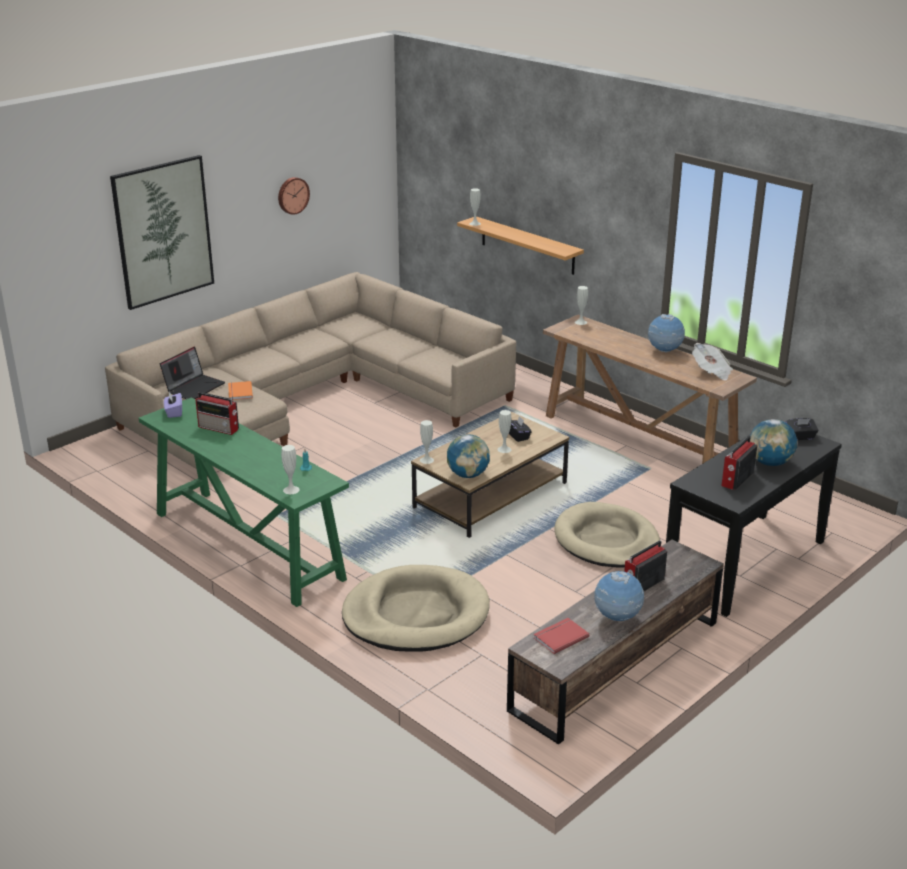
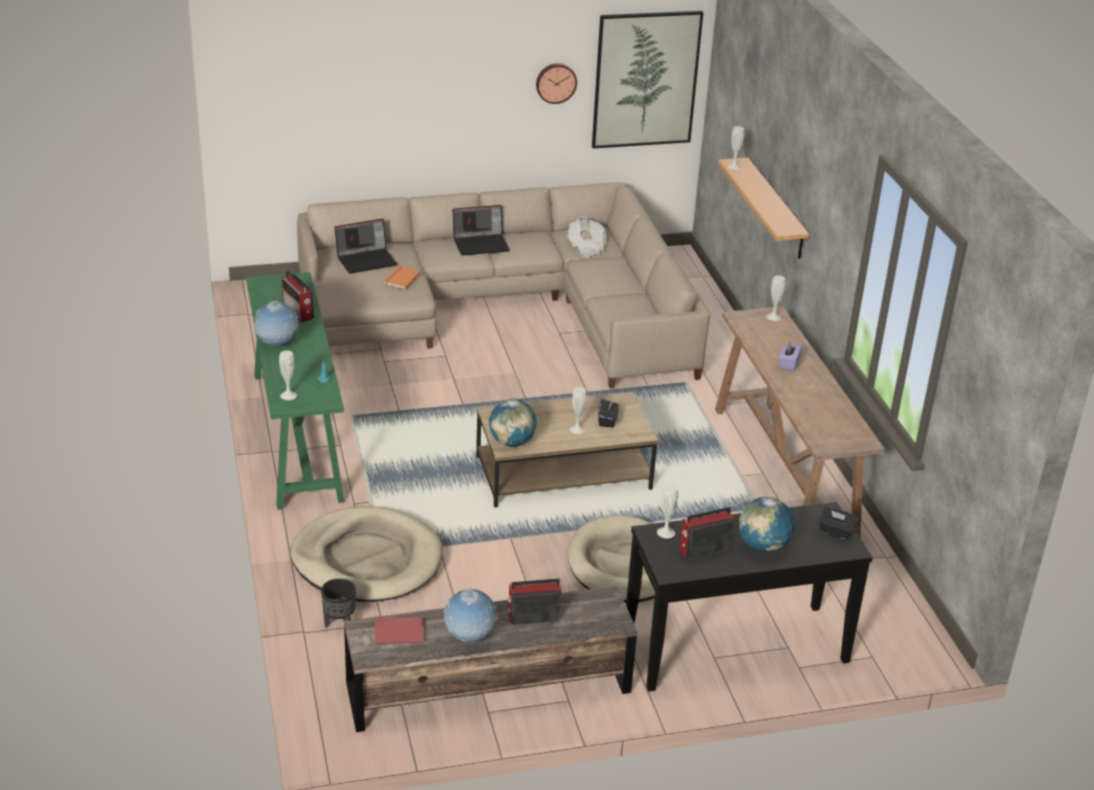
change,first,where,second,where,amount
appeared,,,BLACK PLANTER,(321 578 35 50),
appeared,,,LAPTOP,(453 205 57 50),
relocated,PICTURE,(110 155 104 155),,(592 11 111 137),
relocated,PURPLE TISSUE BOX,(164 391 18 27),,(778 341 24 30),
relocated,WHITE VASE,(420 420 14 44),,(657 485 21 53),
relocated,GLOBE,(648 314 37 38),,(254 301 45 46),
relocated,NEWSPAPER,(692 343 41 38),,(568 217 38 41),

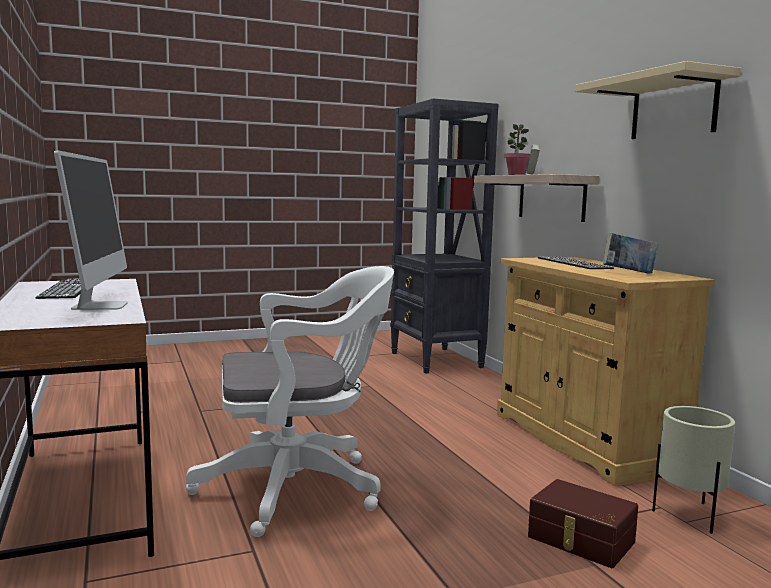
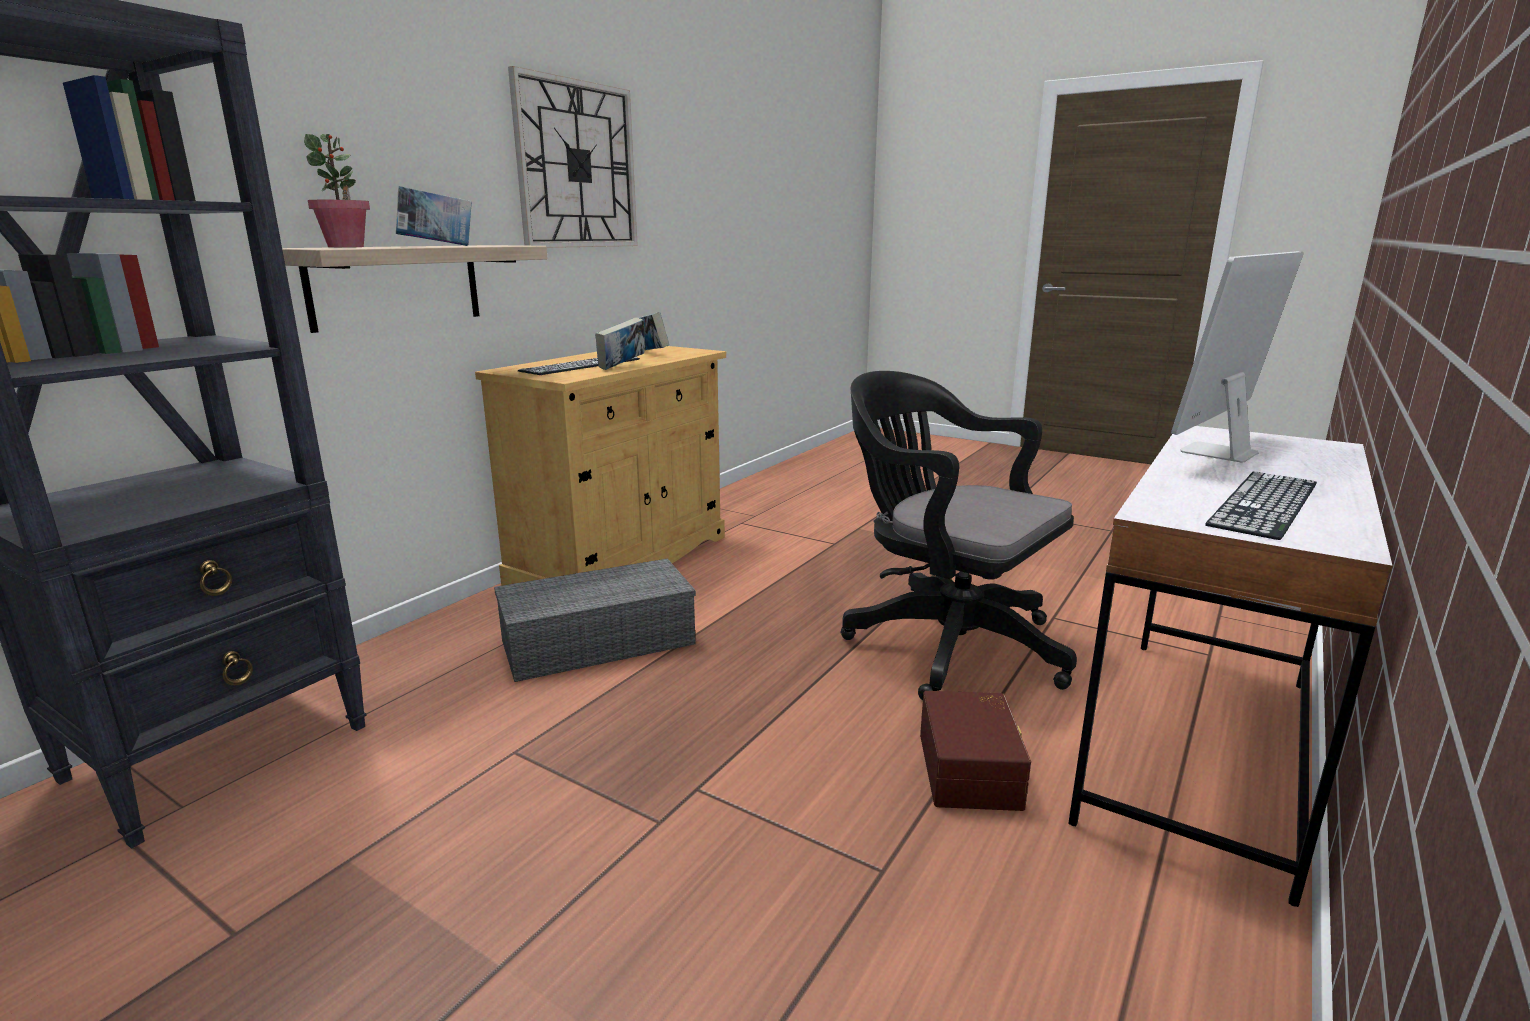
change,first,where,second,where,amount
missing,BEIGE PLANTER,(652 406 83 128),,,
appeared,,,GREY STORAGE BOX,(494 558 202 124),
appeared,,,BOOK,(595 317 50 53),
relocated,BROWN STORAGE BOX,(528 479 110 89),,(920 691 111 120),
exchanged,BEIGE SHELF,(575 61 166 78),WALL CLOCK,(508 66 130 182),
colour,WHITE OFFICE CHAIR,(186 266 208 271),BLACK OFFICE CHAIR,(840 371 237 329),

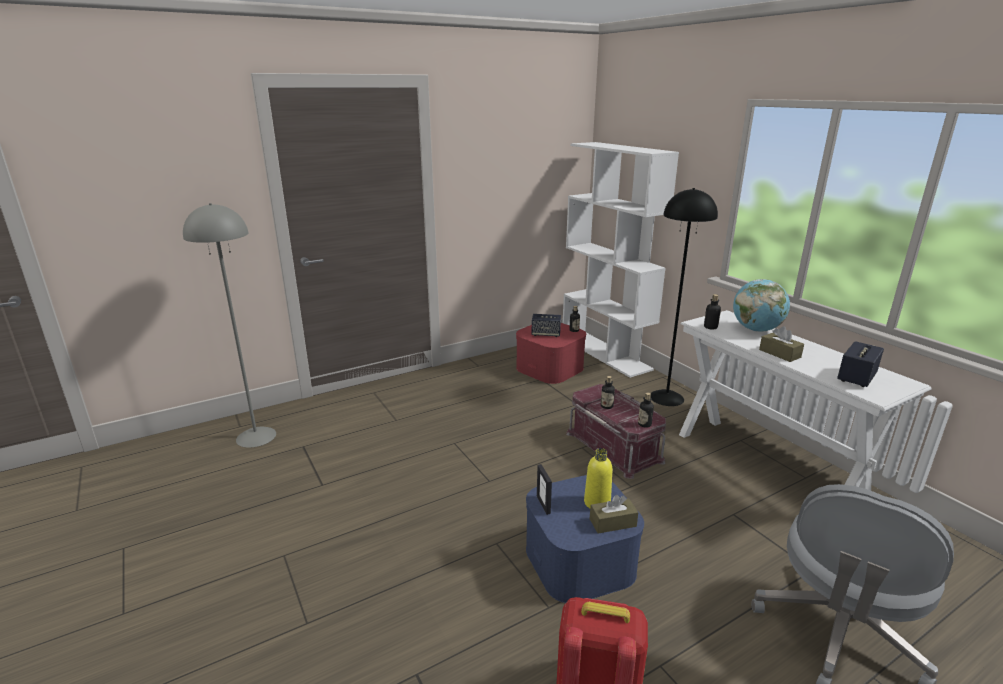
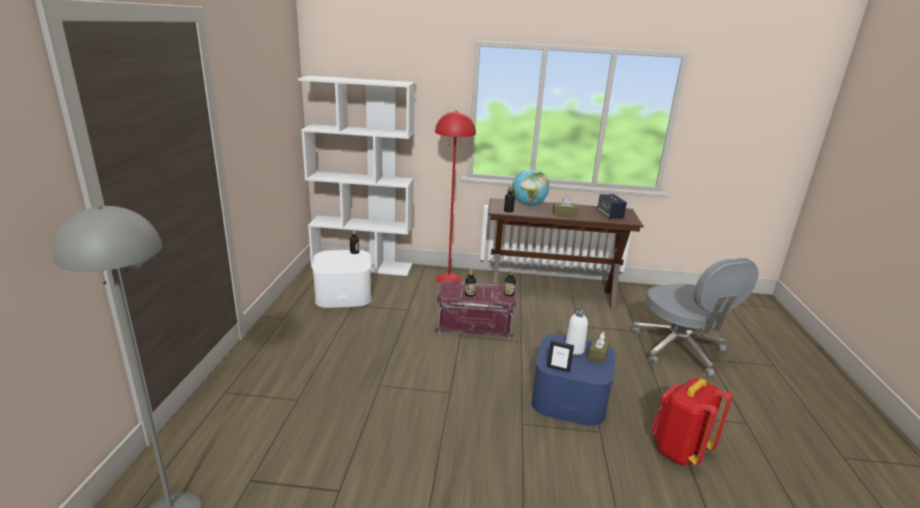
change,first,where,second,where,amount
missing,SPEAKER,(531 314 30 23),,,
colour,RED STORAGE BOX,(516 323 70 61),WHITE STORAGE BOX,(312 250 59 58),
colour,YELLOW BOTTLE,(584 448 28 60),WHITE BOTTLE,(565 308 23 47),
colour,BLACK FLOOR LAMP,(651 188 67 218),RED FLOOR LAMP,(435 110 41 173),
colour,WHITE CONSOLE TABLE,(679 310 253 180),BROWN CONSOLE TABLE,(488 198 156 111),

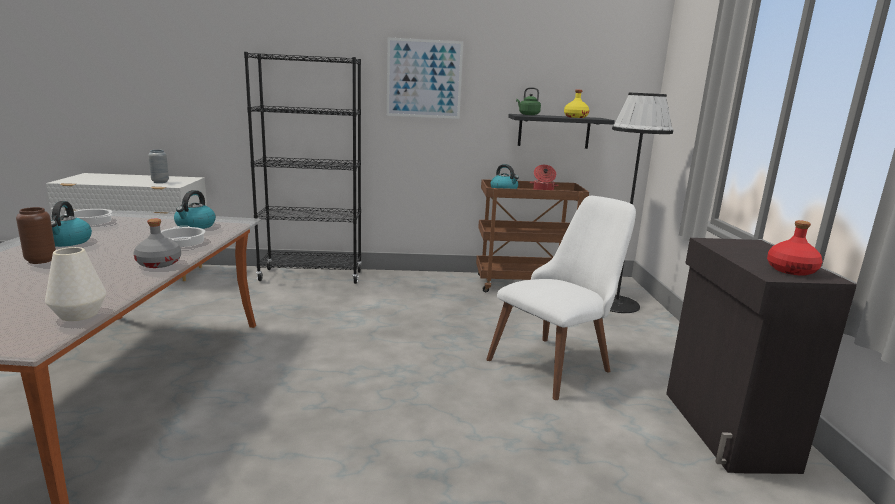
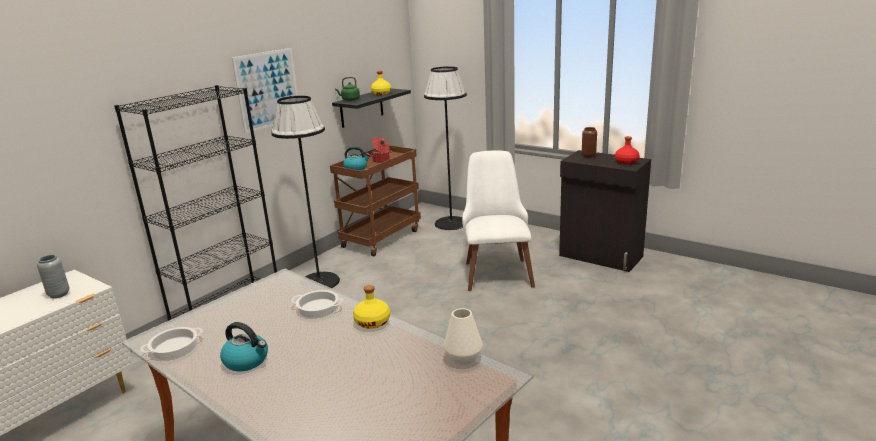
change,first,where,second,where,amount
missing,KETTLE,(174 190 42 39),,,
appeared,,,BLACK FLOOR LAMP,(271 96 69 192),
relocated,BROWN VASE,(16 207 40 57),,(582 127 15 31),
colour,GREY BOTTLE,(134 219 47 49),YELLOW BOTTLE,(353 285 37 44),

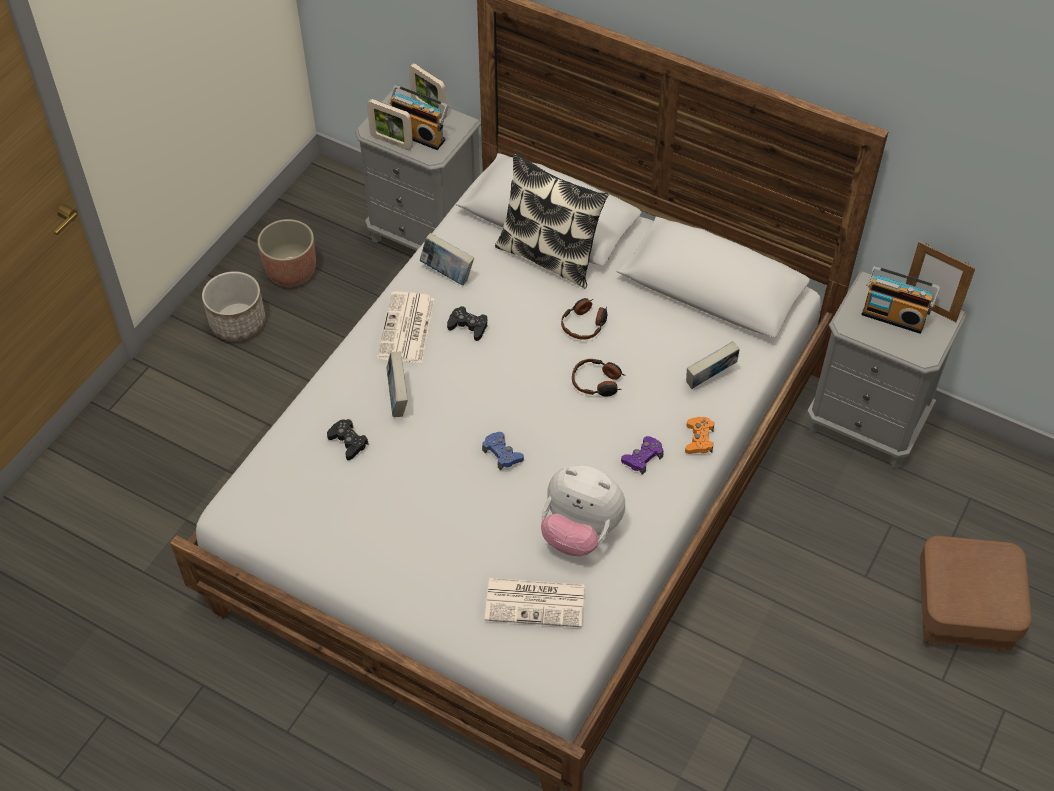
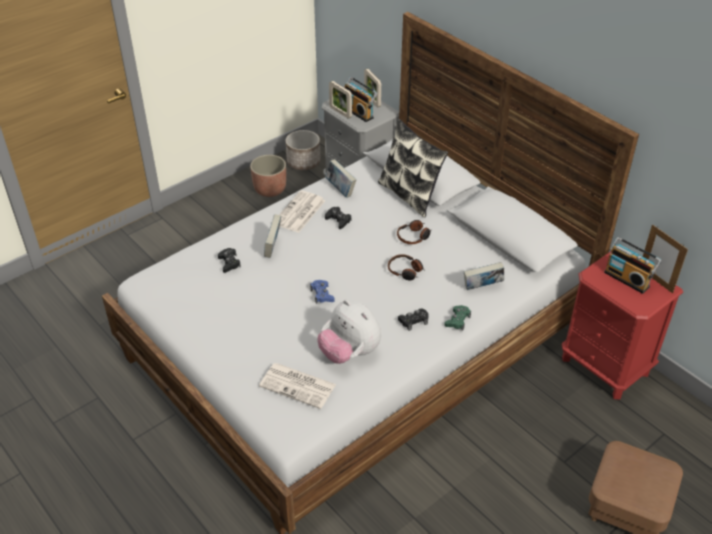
change,first,where,second,where,amount
relocated,PLANTER,(202 271 64 71),,(286 130 35 40),
colour,PURPLE GAME CONTROLLER,(621 436 43 39),BLACK GAME CONTROLLER,(398 308 31 23),
colour,ORANGE GAME CONTROLLER,(685 417 29 37),GREEN GAME CONTROLLER,(444 305 27 26),
colour,GREY NIGHTSTAND,(807 272 160 196),RED NIGHTSTAND,(562 251 121 149),

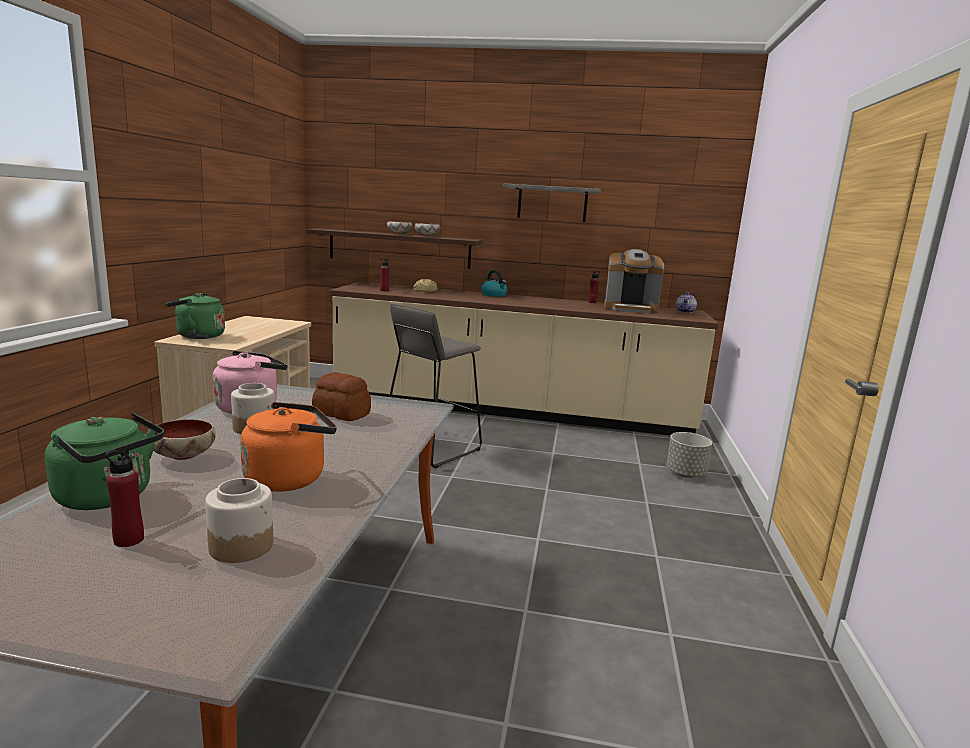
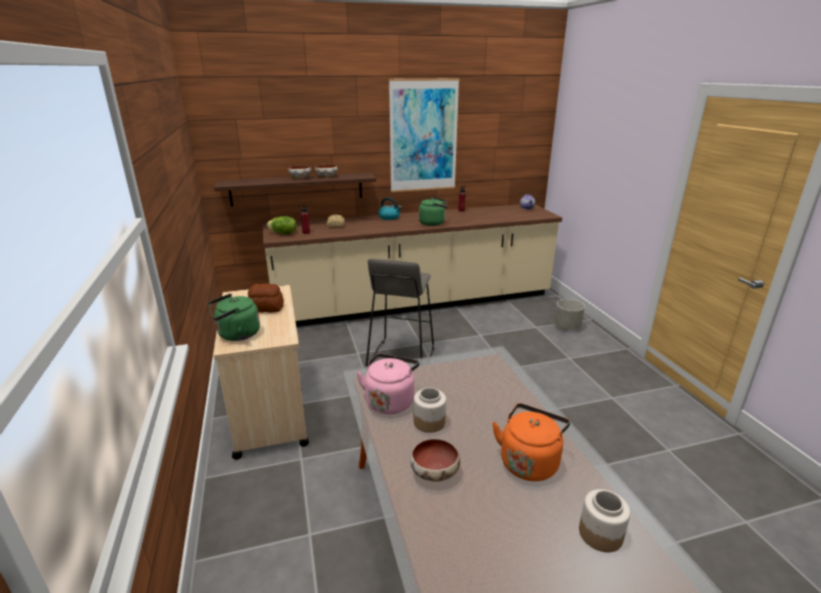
change,first,where,second,where,amount
missing,RED BOTTLE,(105 446 39 101),,,
missing,COFFEE MACHINE,(604 249 60 64),,,
appeared,,,LETTUCE,(267 216 30 18),
relocated,GREEN KETTLE,(45 412 119 98),,(419 197 29 29),
relocated,BREAD,(312 372 59 49),,(248 283 36 30),
exchanged,GREY SHELF,(503 183 98 39),PICTURE,(389 78 71 114),

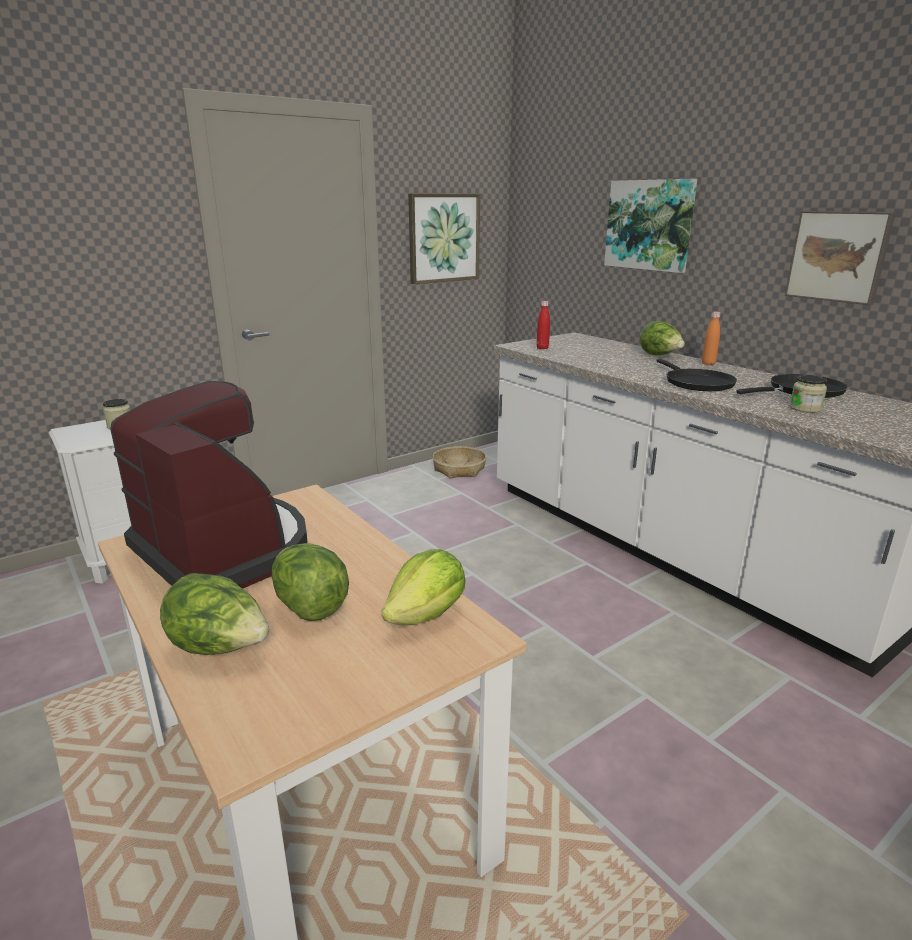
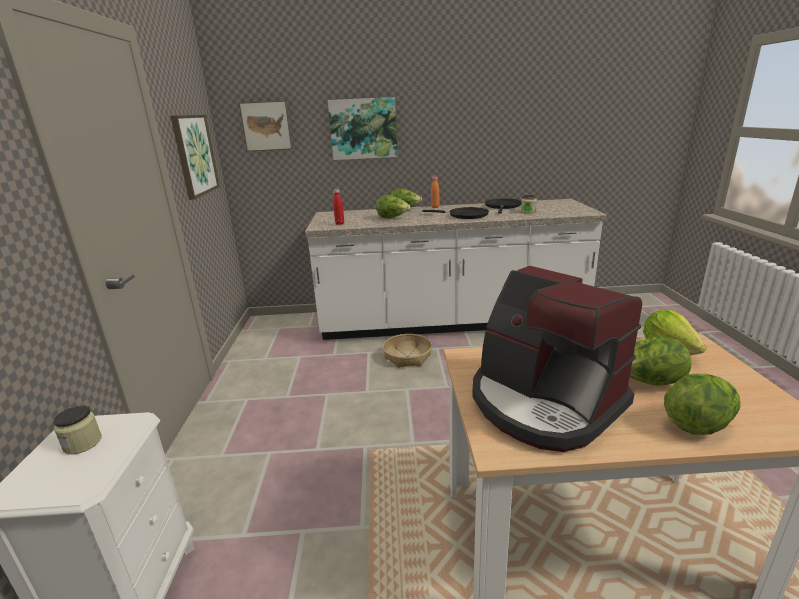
change,first,where,second,where,amount
appeared,,,LETTUCE,(376 195 34 24),
relocated,BASKET,(433 446 54 32),,(383 334 49 34),
relocated,PICTURE,(785 211 111 94),,(239 100 54 51),
spun,COFFEE MACHINE,(110 381 197 208),,(472 266 170 186),120 degrees counterclockwise

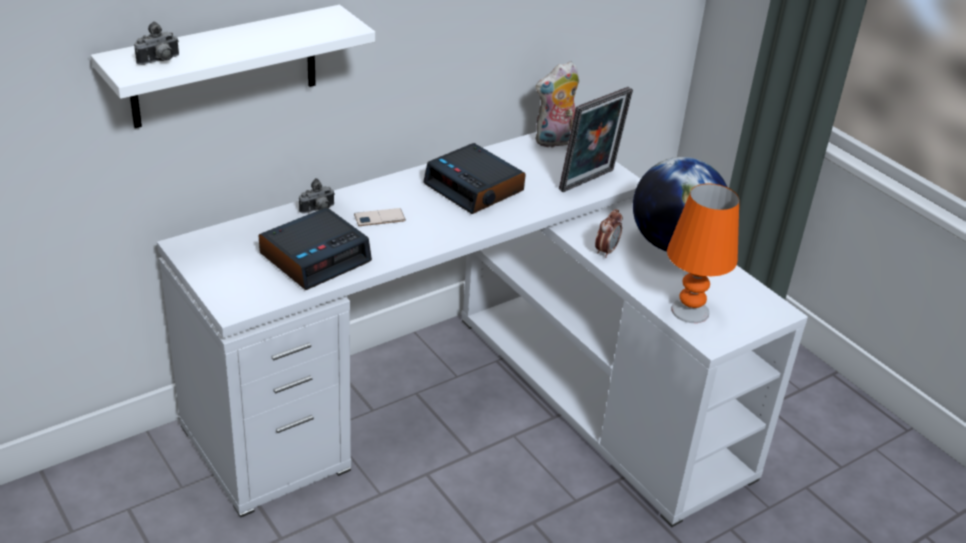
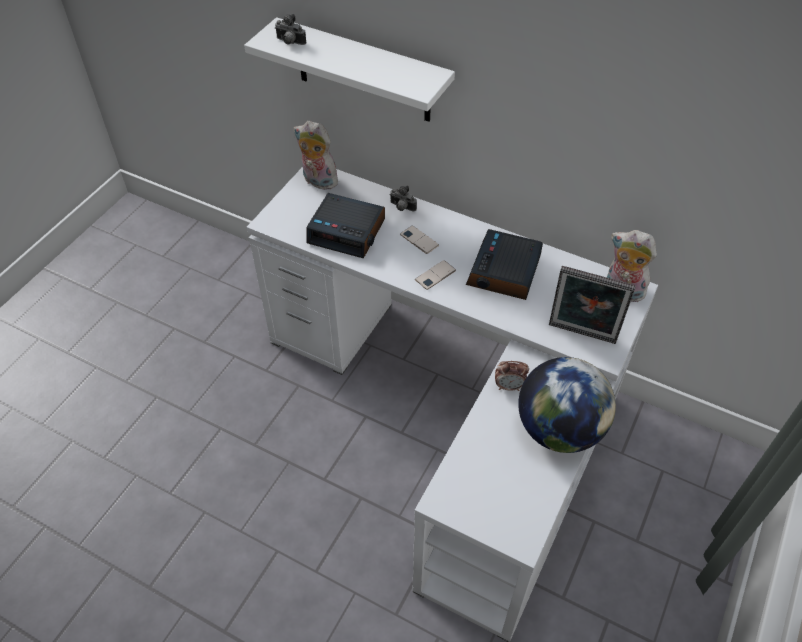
change,first,where,second,where,amount
missing,ORANGE TABLE LAMP,(667 183 72 140),,,
appeared,,,PLUSH TOY,(294 121 44 69),
appeared,,,PHONE,(415 260 41 30),

